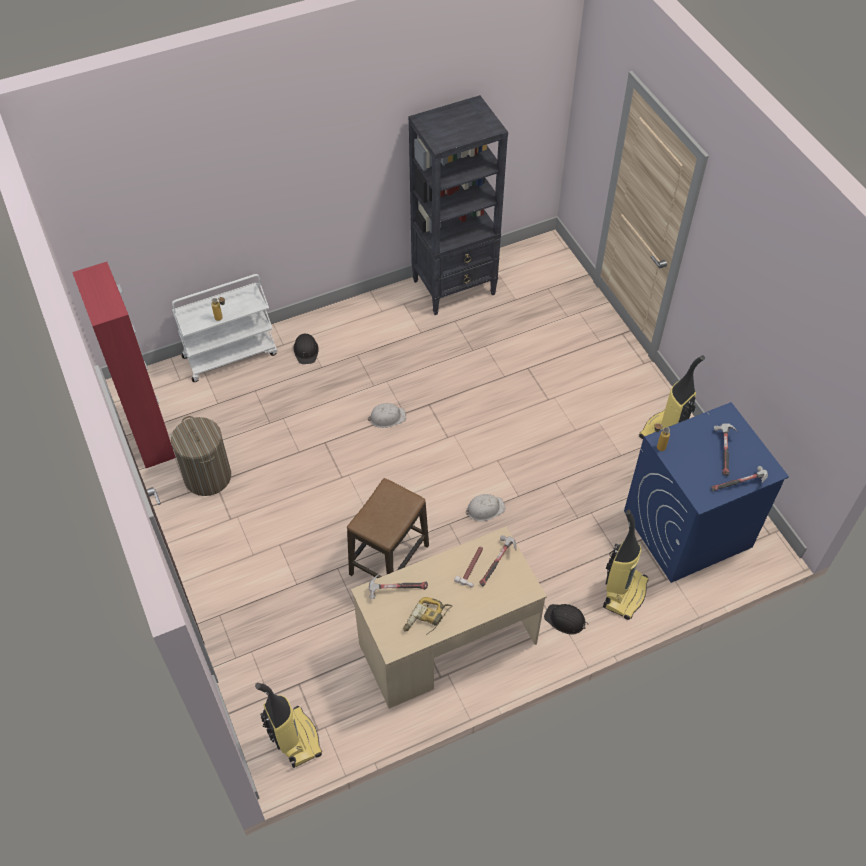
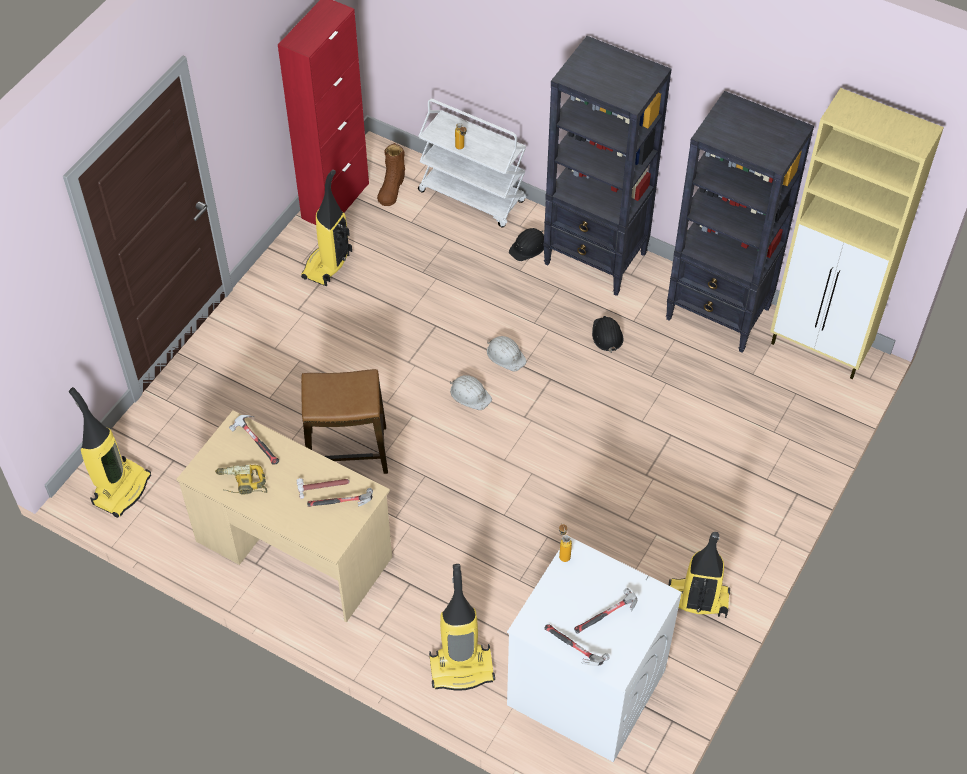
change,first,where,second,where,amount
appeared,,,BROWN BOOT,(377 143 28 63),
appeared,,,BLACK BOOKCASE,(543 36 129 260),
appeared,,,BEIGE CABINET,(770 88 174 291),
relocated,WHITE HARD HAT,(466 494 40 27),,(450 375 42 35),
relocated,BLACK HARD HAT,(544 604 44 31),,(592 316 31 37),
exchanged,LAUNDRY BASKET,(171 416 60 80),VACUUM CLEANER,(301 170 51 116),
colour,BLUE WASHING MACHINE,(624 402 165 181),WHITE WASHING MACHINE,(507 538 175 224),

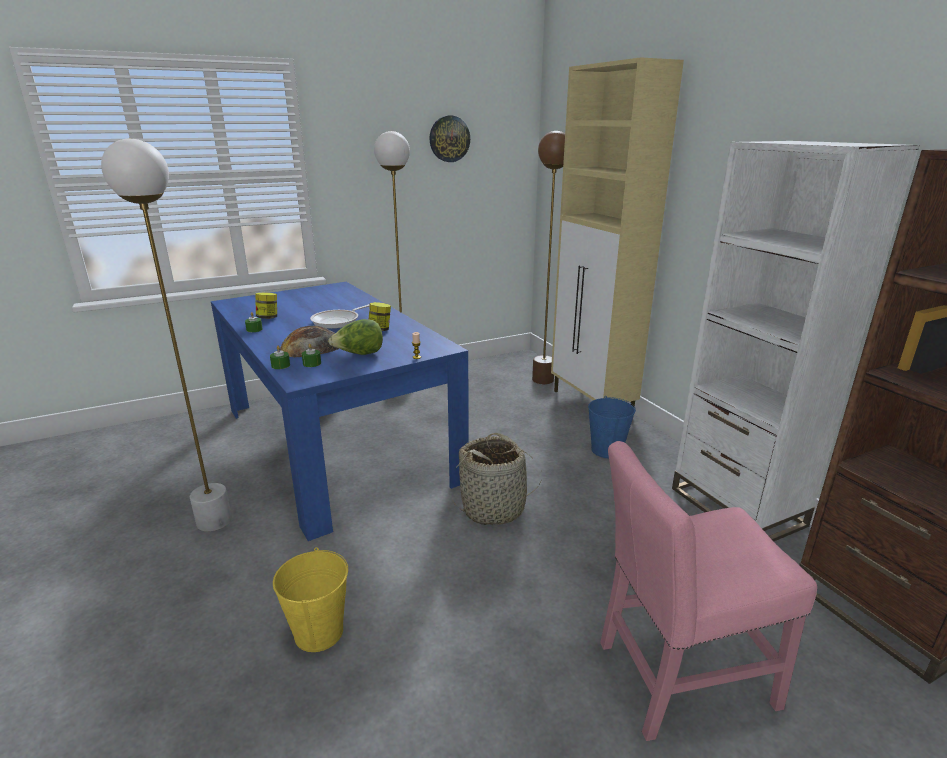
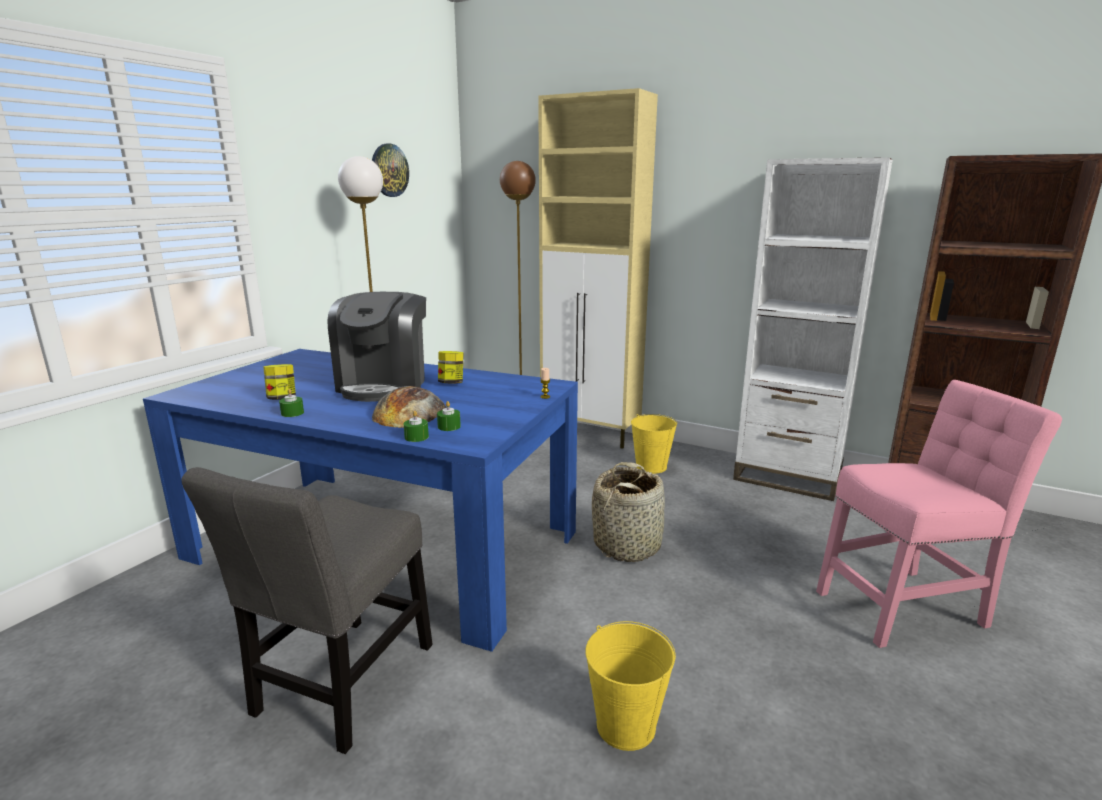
change,first,where,second,where,amount
missing,LETTUCE,(328 319 55 36),,,
exchanged,WHITE FLOOR LAMP,(101 139 131 392),GREY CHAIR,(181 467 252 287),
exchanged,FRYING PAN,(310 304 60 25),COFFEE MACHINE,(327 292 99 110),
colour,BLUE BUCKET,(588 396 48 62),YELLOW BUCKET,(631 414 46 60),
spun,PINK CHAIR,(600 441 217 300),,(816 380 246 268),150 degrees counterclockwise

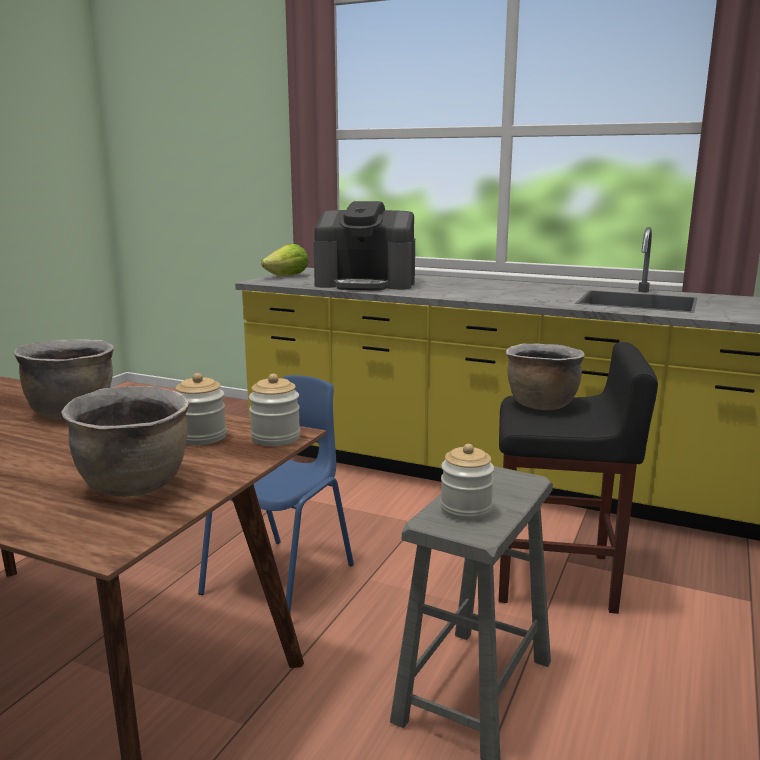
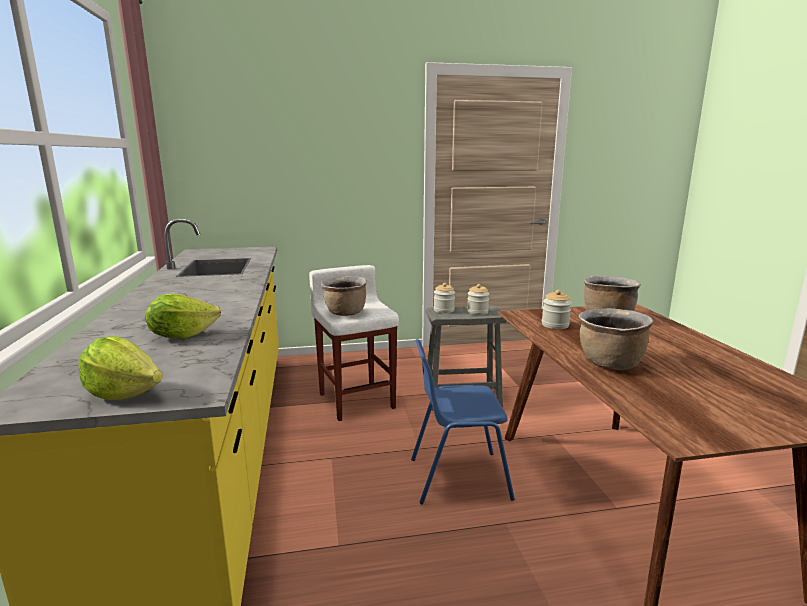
change,first,where,second,where,amount
relocated,JAR,(249 374 51 72),,(434 283 21 30),
exchanged,COFFEE MACHINE,(313 201 102 90),LETTUCE,(145 294 76 44),
colour,BLACK STOOL,(499 342 159 272),WHITE STOOL,(309 265 90 156),

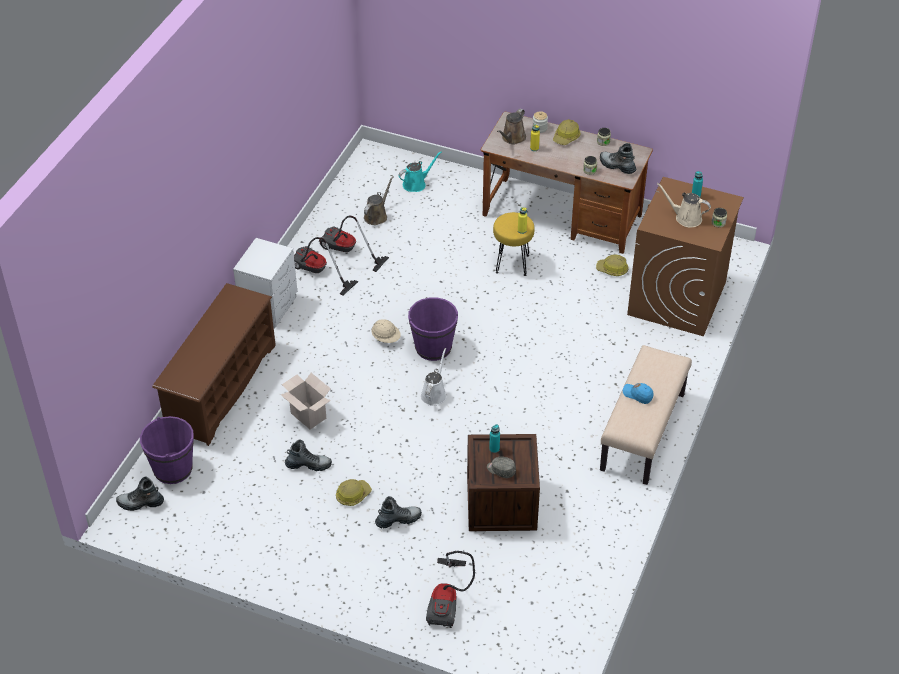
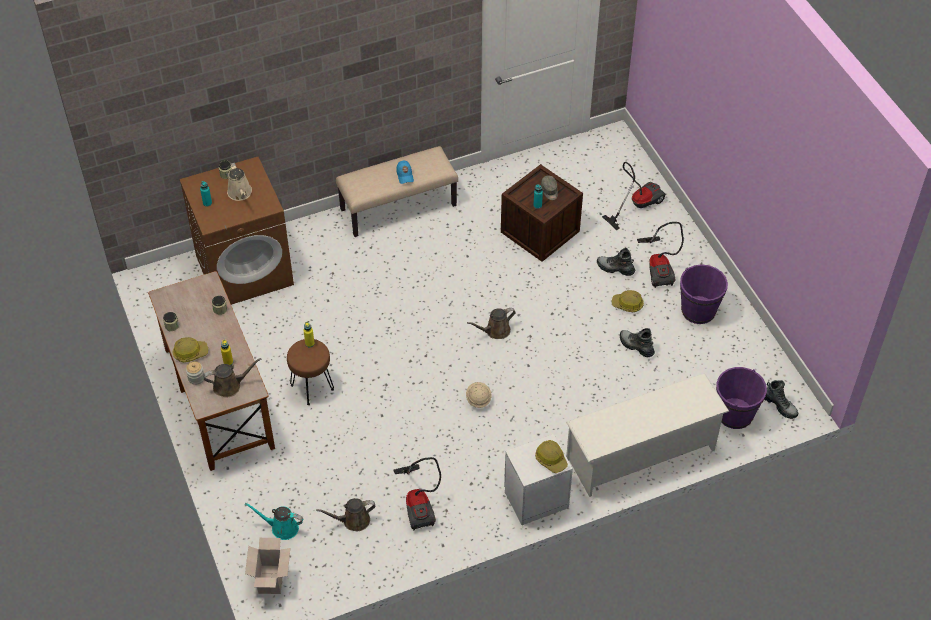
change,first,where,second,where,amount
missing,BOOT,(600 143 36 31),,,
relocated,CARDBOARD BOX,(281 373 50 56),,(245 538 45 56),
relocated,VACUUM CLEANER,(294 237 64 59),,(637 222 47 66),
relocated,PURPLE BUCKET,(408 297 50 64),,(680 264 48 60),
relocated,HARD HAT,(596 254 32 22),,(535 440 33 33),
colour,BROWN SHOE RACK,(152 283 124 163),WHITE SHOE RACK,(566 373 163 124),
colour,WHITE WATERING CAN,(420 348 27 58),BROWN WATERING CAN,(467 308 49 31),
colour,YELLOW STOOL,(493 212 42 64),BROWN STOOL,(287 339 47 66),

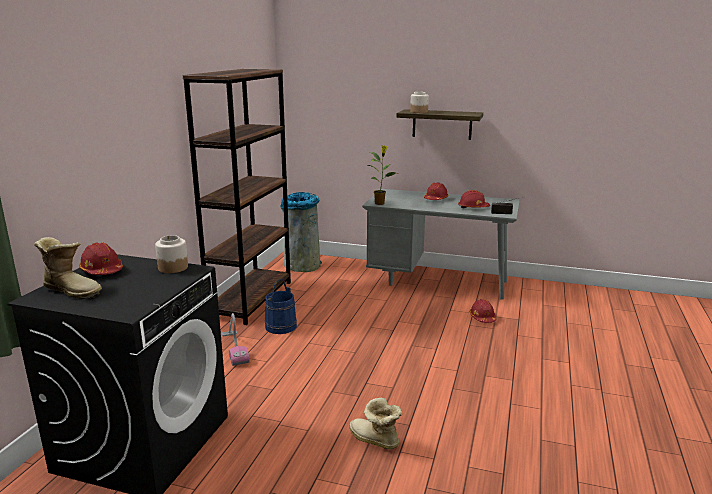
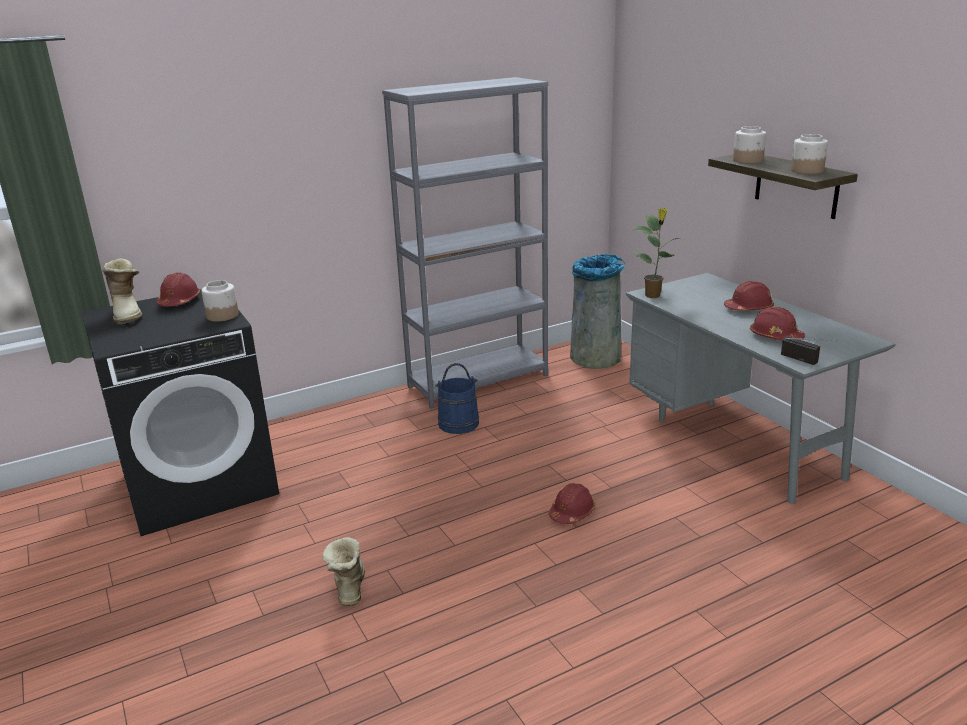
change,first,where,second,where,amount
missing,VACUUM CLEANER,(222 313 28 53),,,
appeared,,,JAR,(791 134 37 40),
relocated,RED HARD HAT,(470 299 26 24),,(549 483 46 41),
colour,BROWN BOOKCASE,(183 69 108 256),GREY BOOKCASE,(382 77 166 332),

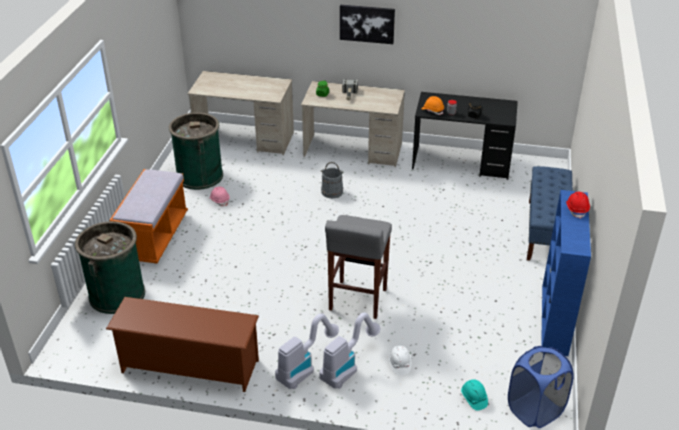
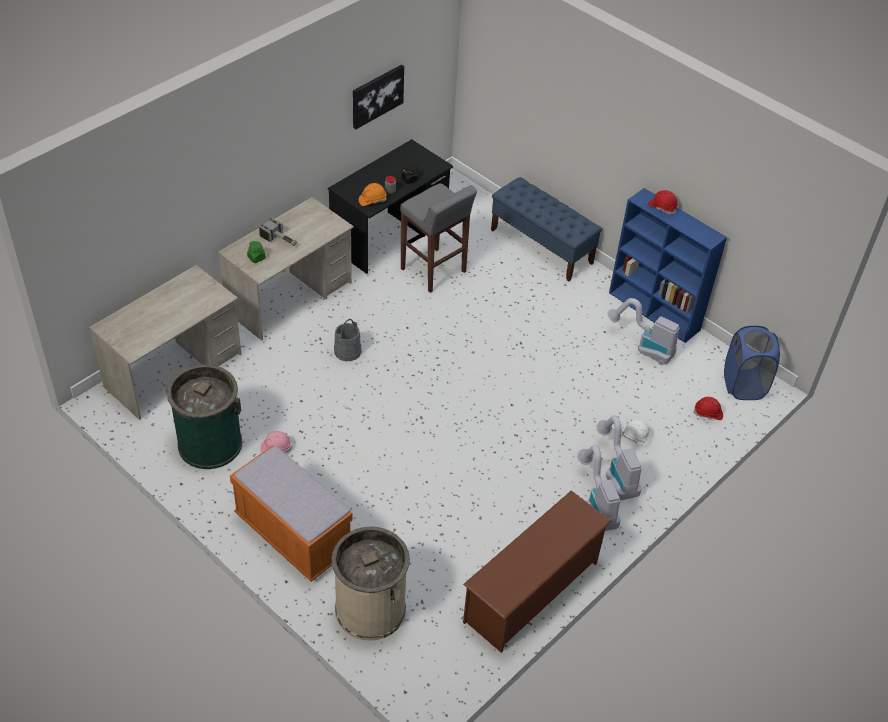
change,first,where,second,where,amount
appeared,,,VACUUM CLEANER,(608 298 71 67),
relocated,GREY STOOL,(325 215 67 104),,(400 183 77 110),
relocated,PICTURE,(340 4 55 40),,(353 65 51 64),
colour,GREEN TRASH CAN,(75 221 70 93),BEIGE TRASH CAN,(332 527 78 114),
colour,TURQUOISE HARD HAT,(461 379 27 32),RED HARD HAT,(693 397 30 23),

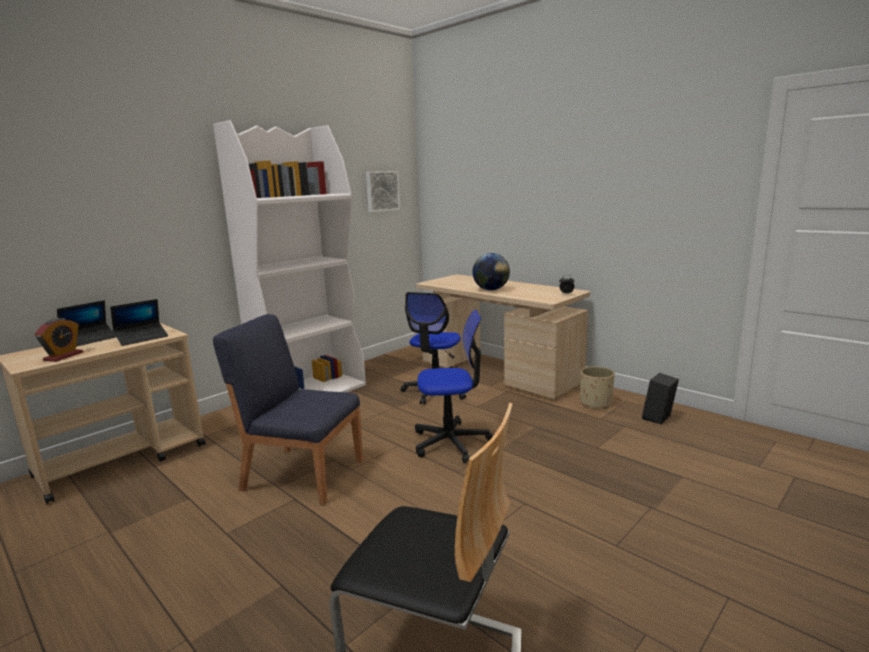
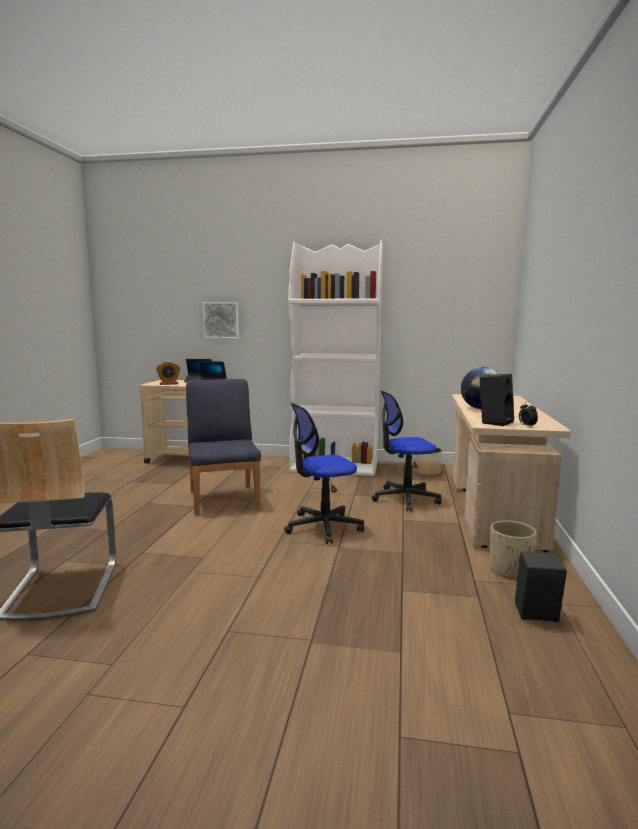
change,first,where,second,where,amount
appeared,,,PLANTER,(413 447 29 29),
appeared,,,BLACK SPEAKER,(480 374 34 52),
relocated,PICTURE,(366 171 34 41),,(203 302 36 36),
spun,OFFICE CHAIR,(415 309 78 154),,(284 403 80 141),105 degrees clockwise

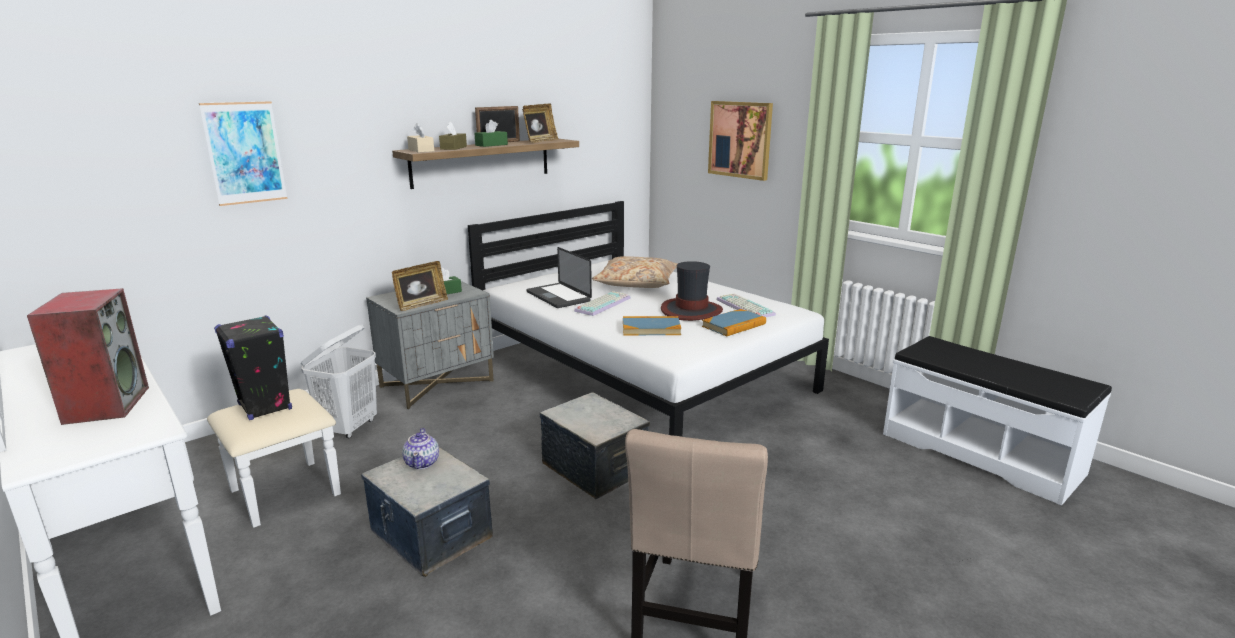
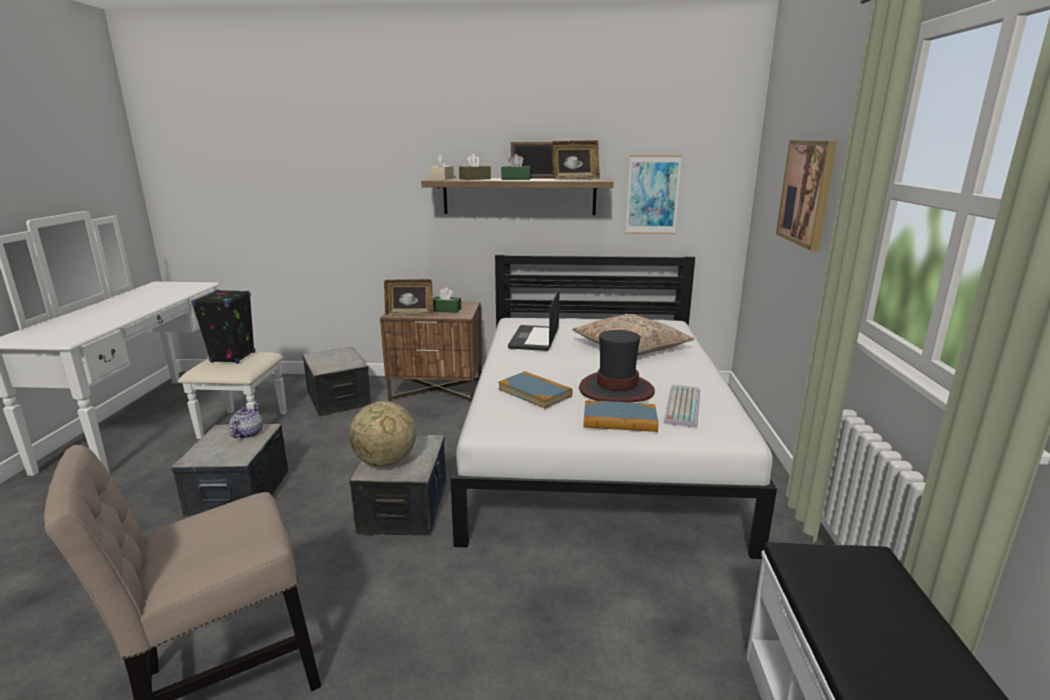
change,first,where,second,where,amount
missing,SPEAKER,(27 288 122 137),,,
missing,KEYBOARD,(574 291 57 25),,,
appeared,,,GLOBE,(349 401 67 66),
relocated,PICTURE,(199 101 89 105),,(626 155 56 79),
exchanged,WHITE LAUNDRY BASKET,(301 324 76 114),STORAGE BOX,(302 347 69 70),
colour,GREY NIGHTSTAND,(366 281 128 129),BROWN NIGHTSTAND,(380 302 102 100),
spun,TEAPOT,(402 428 37 41),,(229 404 34 34),150 degrees clockwise

